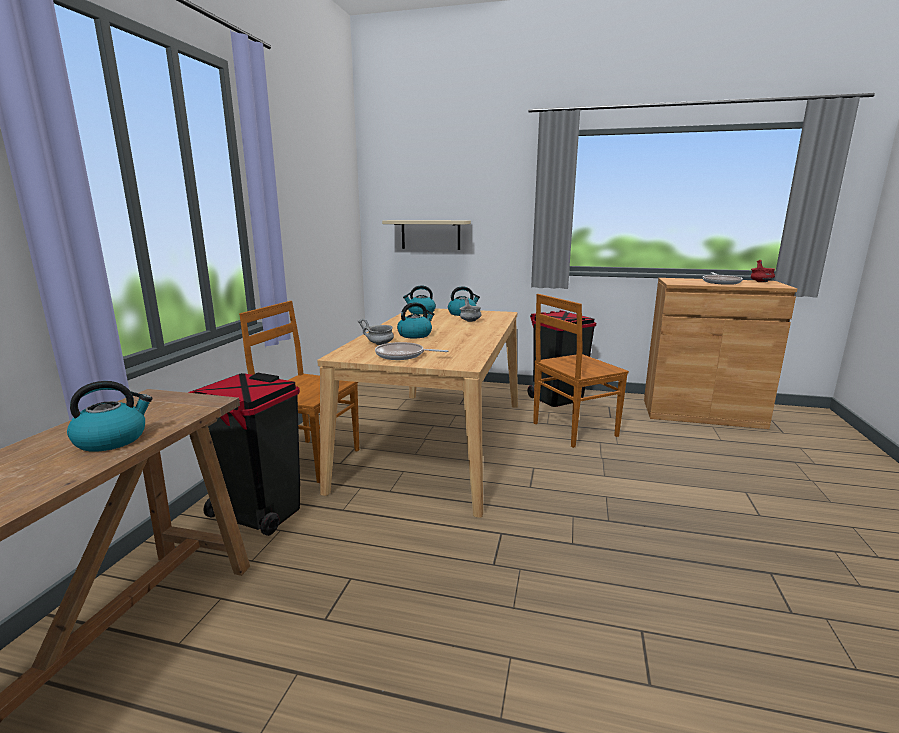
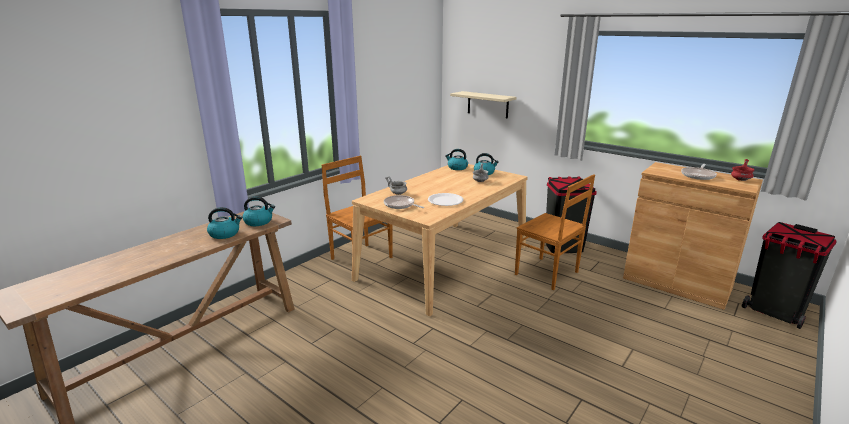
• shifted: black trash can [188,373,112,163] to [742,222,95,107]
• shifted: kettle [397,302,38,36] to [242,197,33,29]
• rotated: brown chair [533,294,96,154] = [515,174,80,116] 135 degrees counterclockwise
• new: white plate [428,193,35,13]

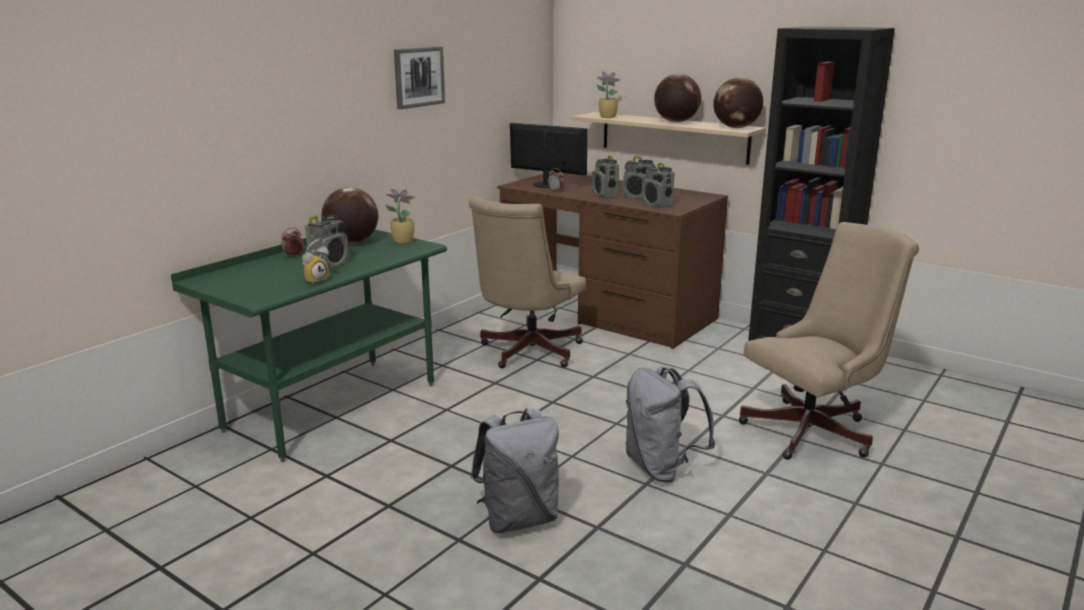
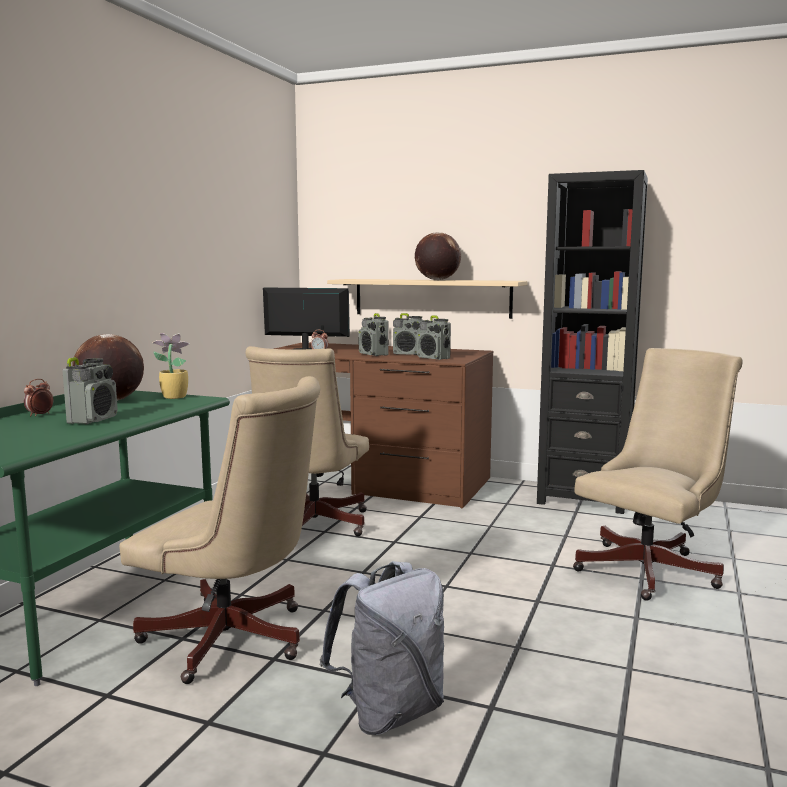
• gone: alarm clock [302,239,27,46]
• gone: picture [394,47,51,62]
• gone: potted plant [596,71,25,47]
• gone: grey backpack [626,367,89,116]
• gone: globe [713,77,50,51]
• new: beige office chair [119,376,201,308]

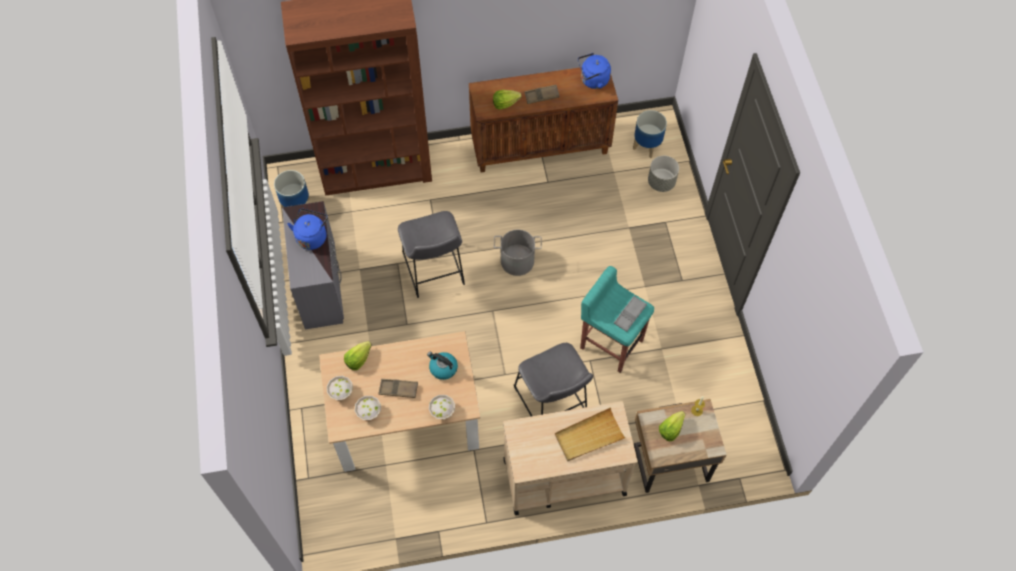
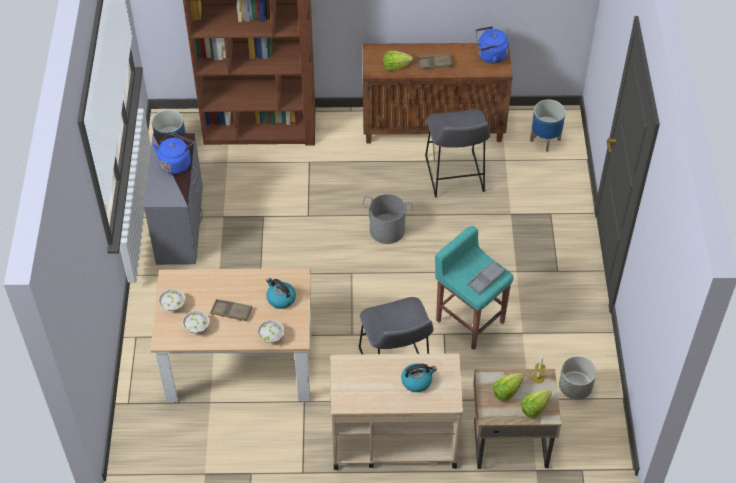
• shifted: lettuce [344,341,28,29] to [521,390,31,28]
• shifted: grey stool [398,211,67,87] to [425,109,65,89]
• swapped: beige tray [555,407,70,54] to kettle [401,363,36,29]
• shifted: grey planter [648,156,31,36] to [559,356,37,44]

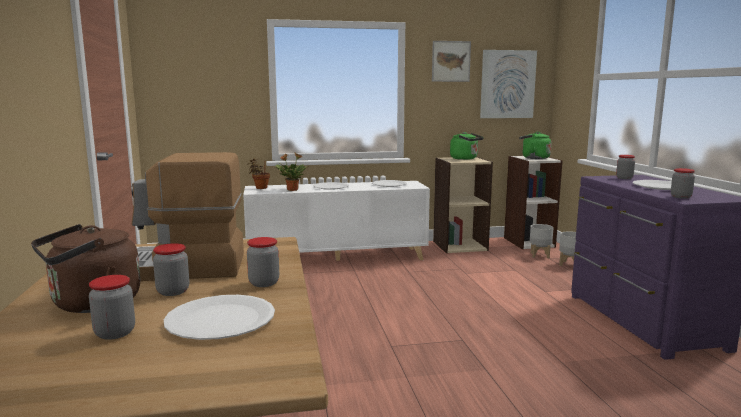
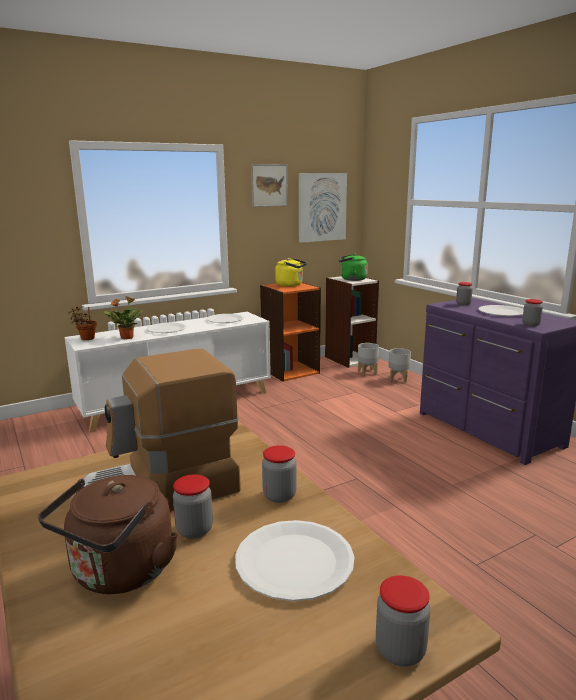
• shifted: jar [89,275,46,65] to [376,575,54,92]
• repainted: beige bookcase [433,157,60,96] to orange bookcase [260,282,61,100]
• repainted: green kettle [450,132,34,28] to yellow kettle [275,258,32,29]

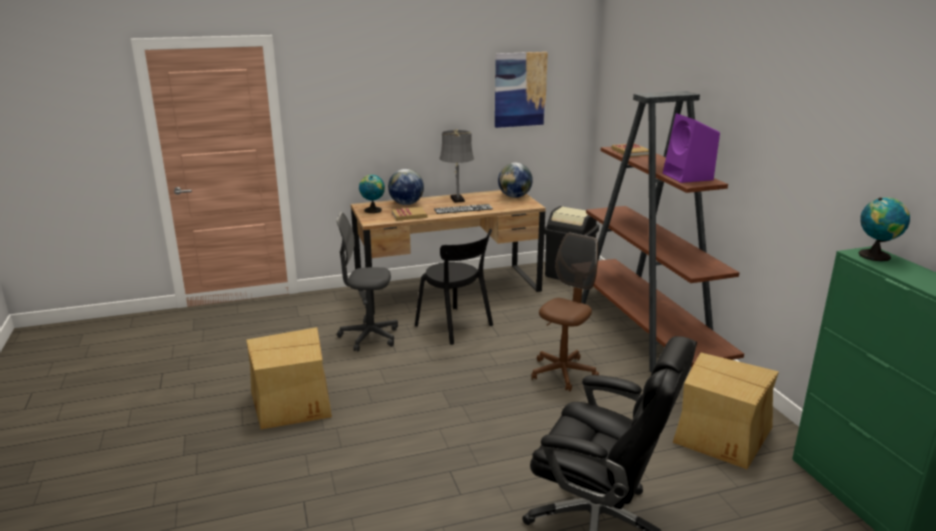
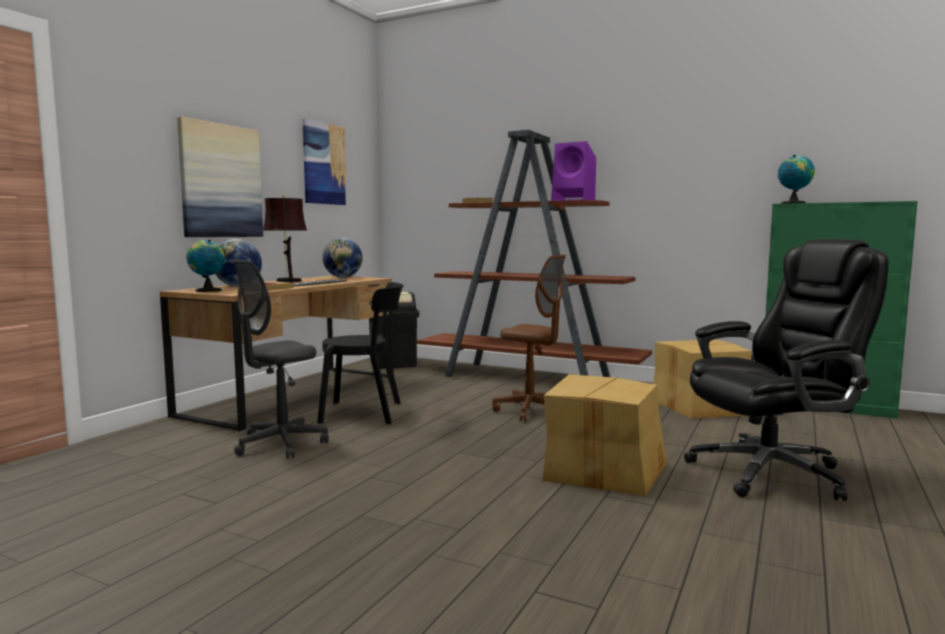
• shifted: cardboard box [246,327,86,102] to [543,374,124,122]
• repainted: grey table lamp [439,129,35,74] to brown table lamp [263,194,44,88]
• rotated: brown office chair [531,232,68,159] = [492,255,74,167] 135 degrees clockwise
• new: picture [177,116,86,121]

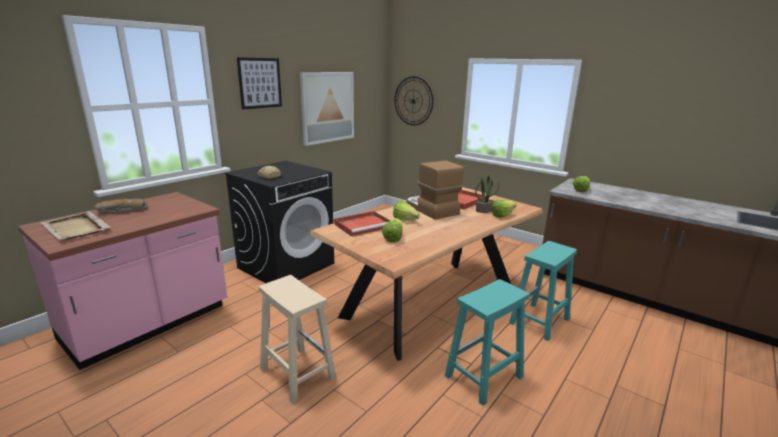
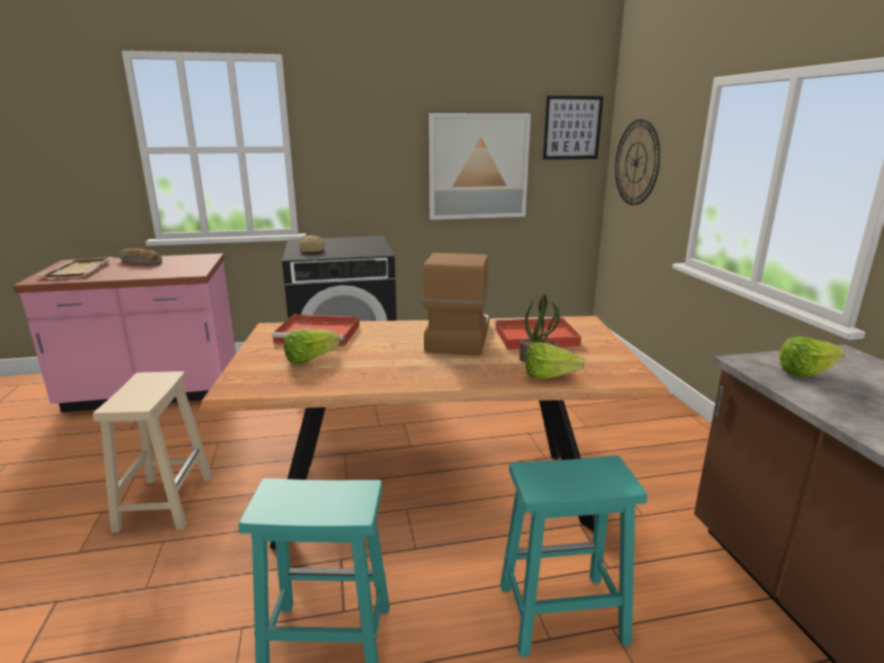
• shifted: picture [237,57,45,52] to [543,96,60,64]
• gone: lettuce [393,201,27,19]

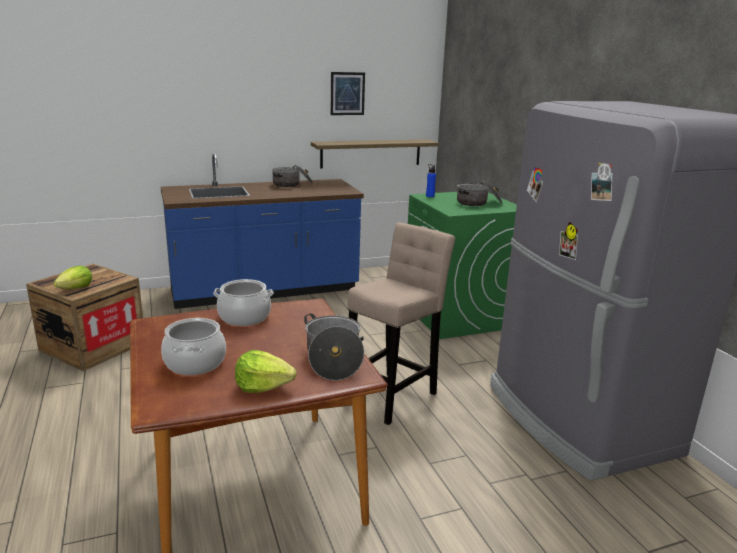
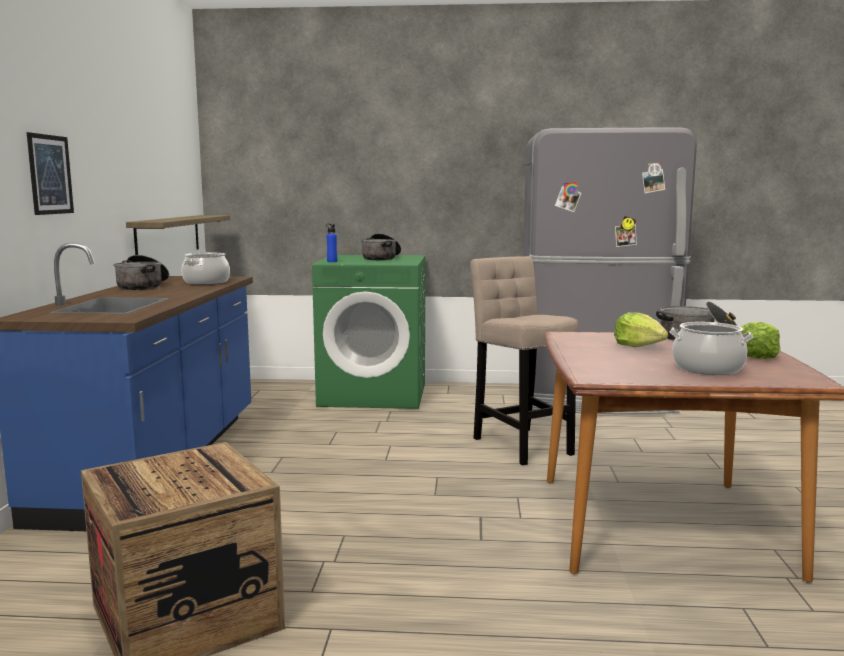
• shifted: lettuce [53,266,39,23] to [614,312,54,35]
• shifted: cooking pot [213,279,61,47] to [182,253,48,32]
• shifted: picture [331,72,34,43] to [27,132,47,83]

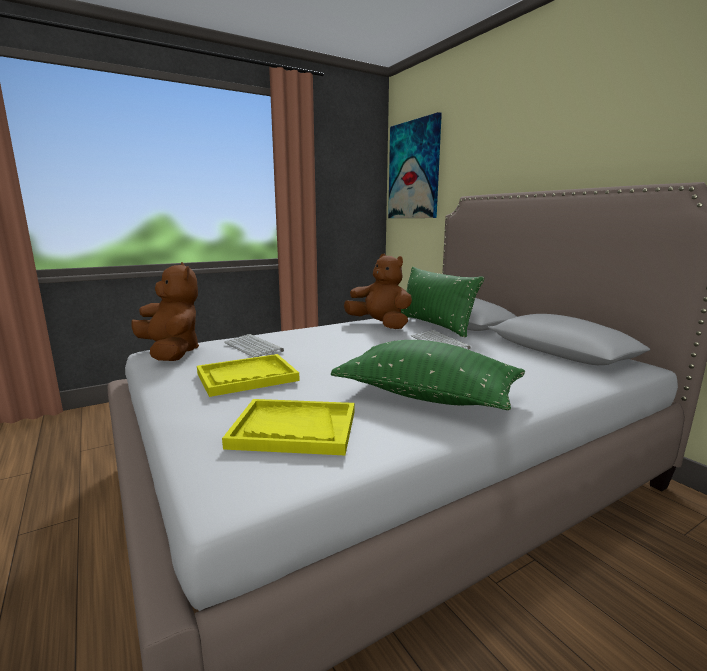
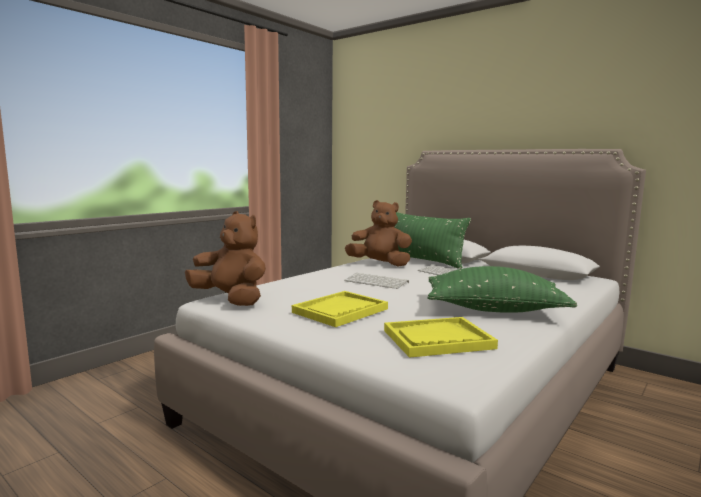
• shifted: keyboard [224,334,60,23] to [344,273,65,16]
• gone: picture [388,112,54,106]

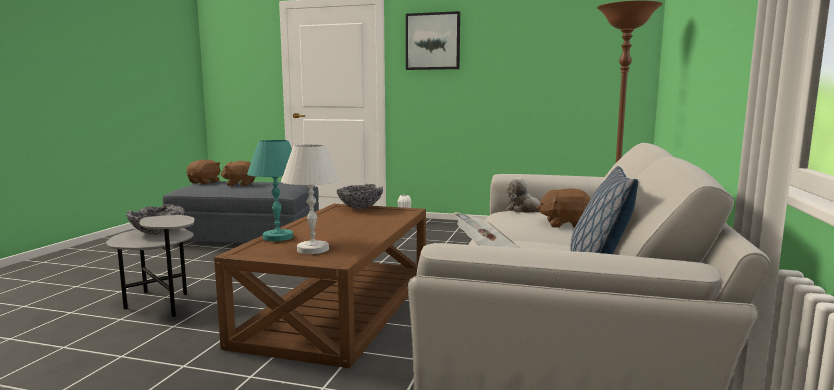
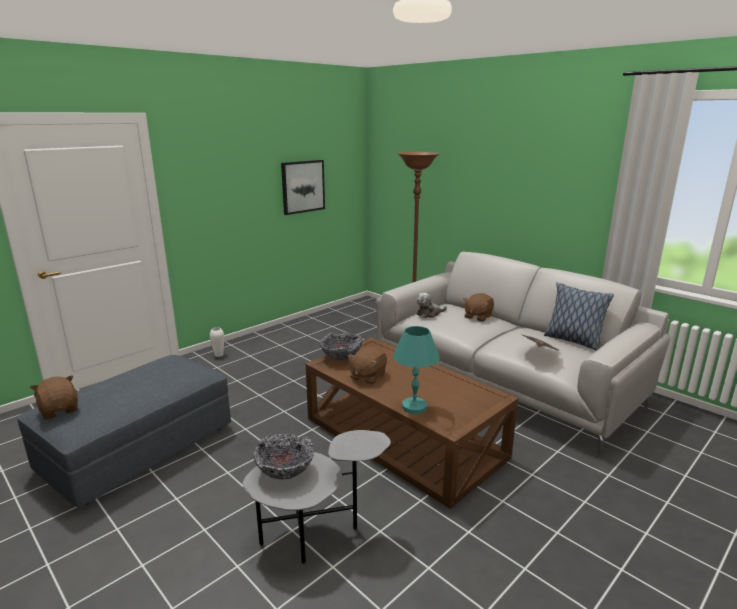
• shifted: brown plush toy [221,161,35,25] to [348,347,39,37]
• gone: white table lamp [281,144,59,110]
• shifted: picture [406,11,54,59] to [281,160,44,55]

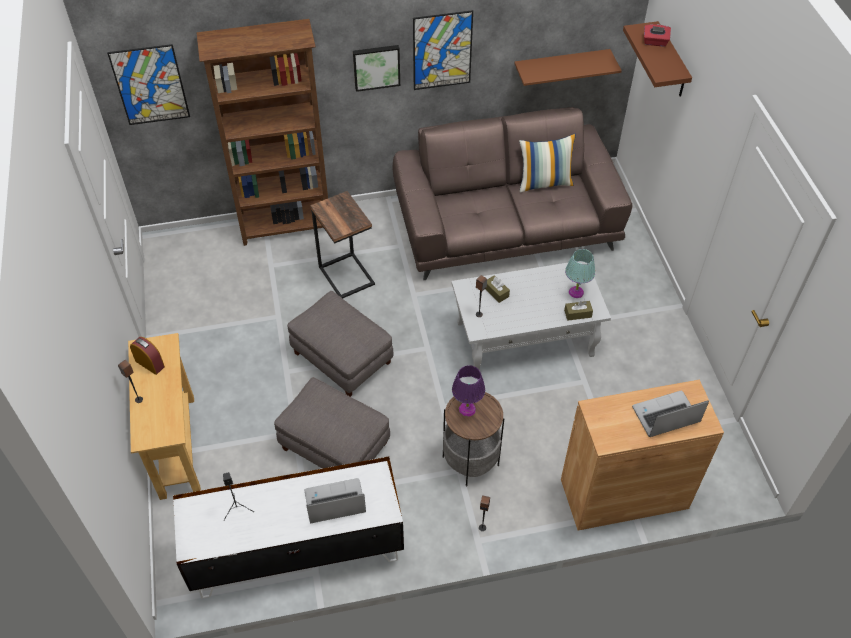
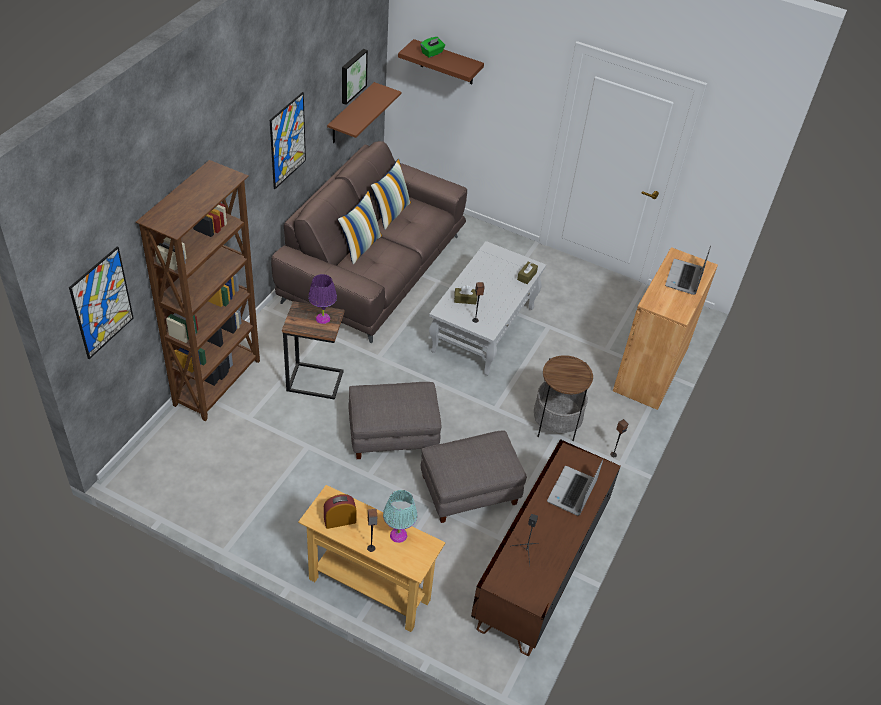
• repainted: white tv stand [173,457,231,142] to brown tv stand [471,439,150,217]
• shifted: picture [353,45,47,47] to [342,49,26,56]
• shifted: purple table lamp [452,365,33,52] to [308,274,29,50]
• shifted: turquoise table lamp [565,249,30,49] to [383,490,34,53]
• repainted: red tissue box [644,24,27,22] to green tissue box [421,37,24,21]
• new: pillow [338,191,44,73]

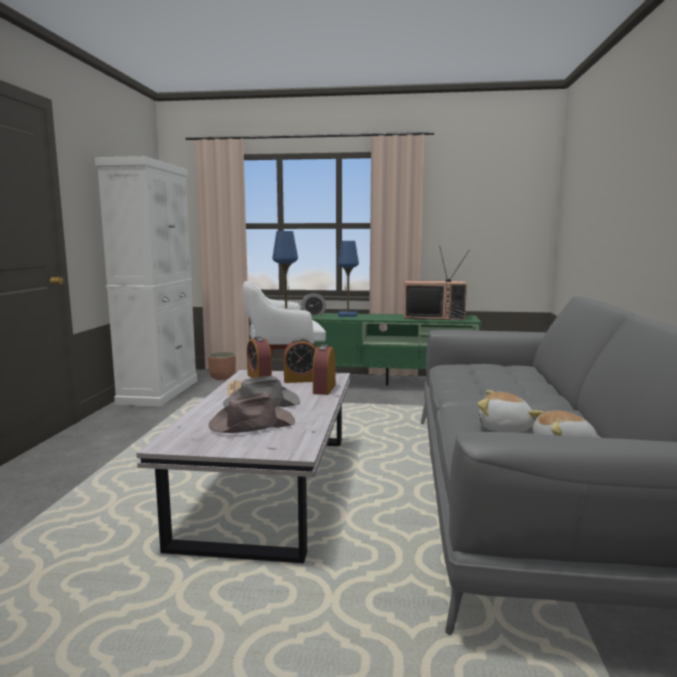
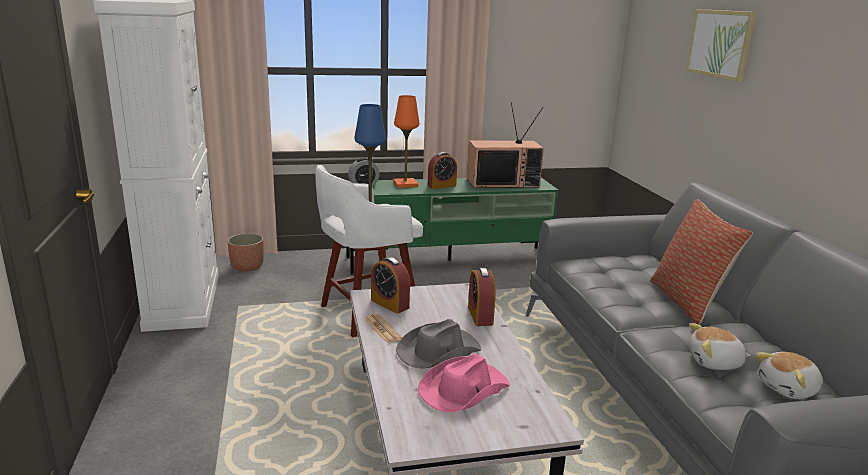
• repainted: brown hat [209,393,86,40] to pink hat [418,353,92,60]
• shifted: alarm clock [284,338,32,45] to [428,152,29,37]
• repainted: blue table lamp [338,241,21,76] to orange table lamp [393,95,26,93]
• new: pillow [650,199,103,126]
• new: picture [686,9,71,73]

